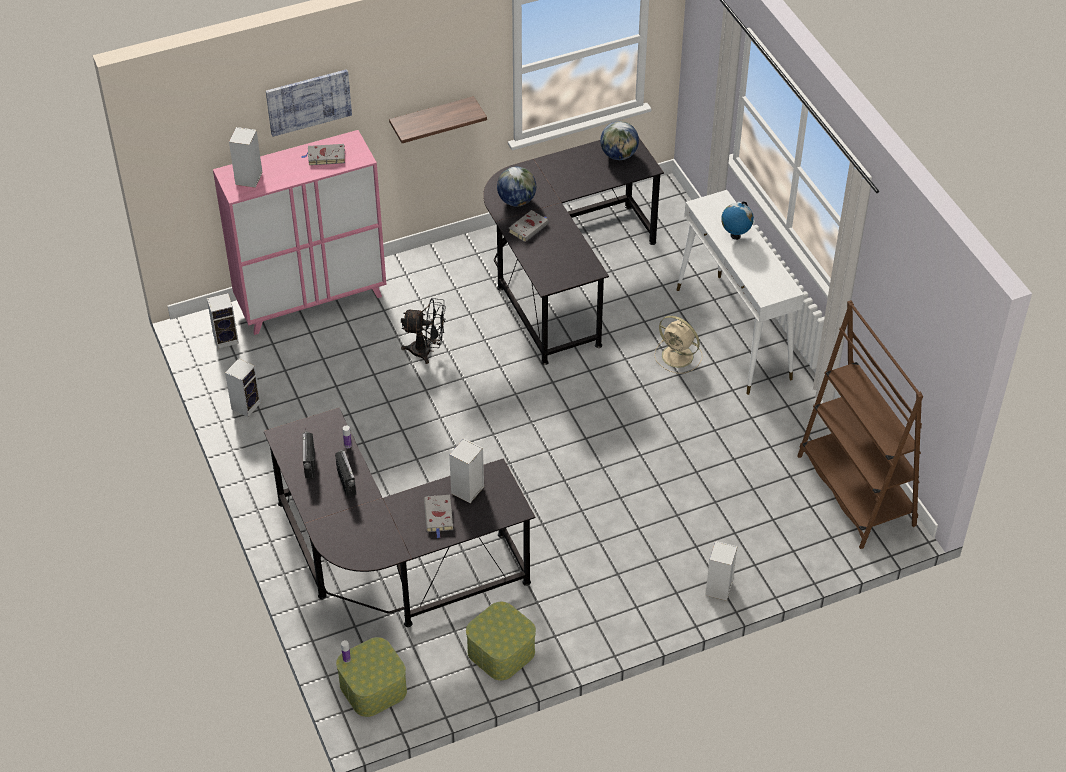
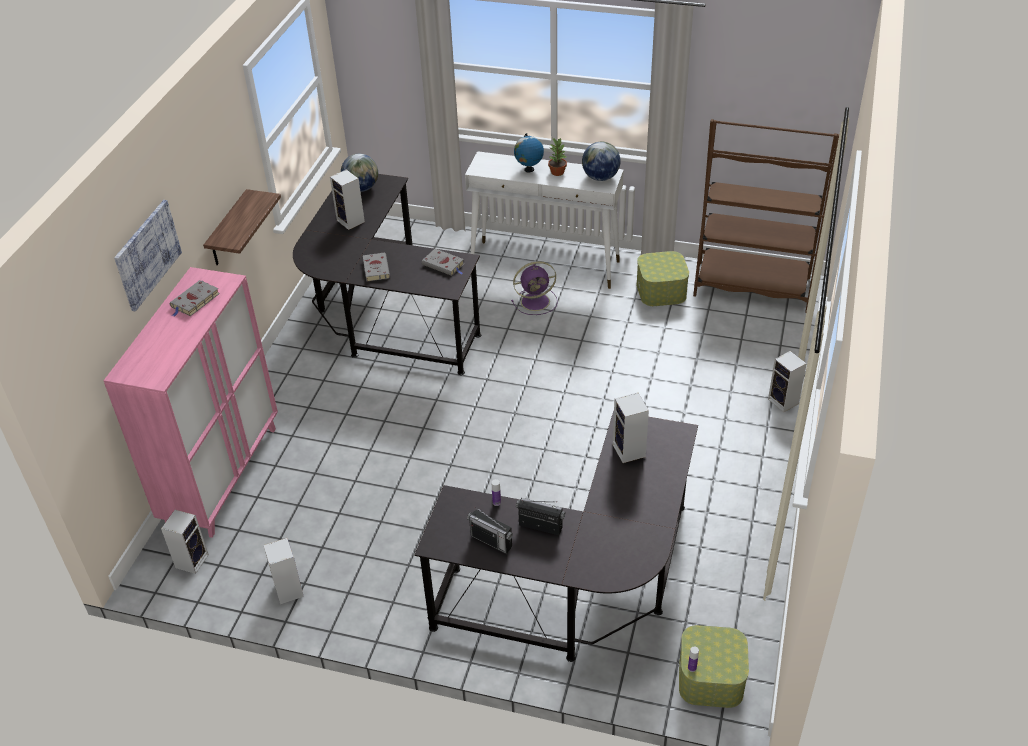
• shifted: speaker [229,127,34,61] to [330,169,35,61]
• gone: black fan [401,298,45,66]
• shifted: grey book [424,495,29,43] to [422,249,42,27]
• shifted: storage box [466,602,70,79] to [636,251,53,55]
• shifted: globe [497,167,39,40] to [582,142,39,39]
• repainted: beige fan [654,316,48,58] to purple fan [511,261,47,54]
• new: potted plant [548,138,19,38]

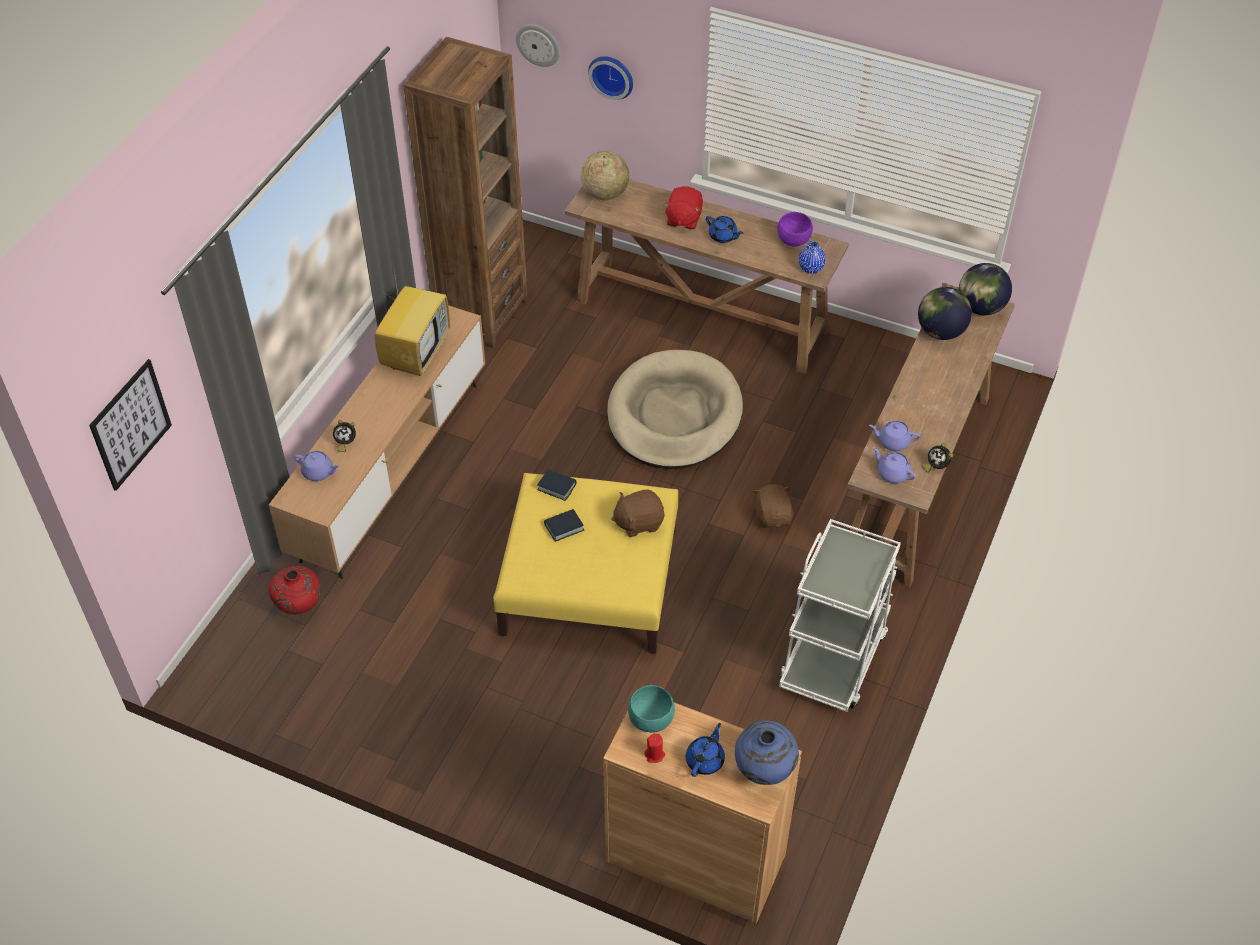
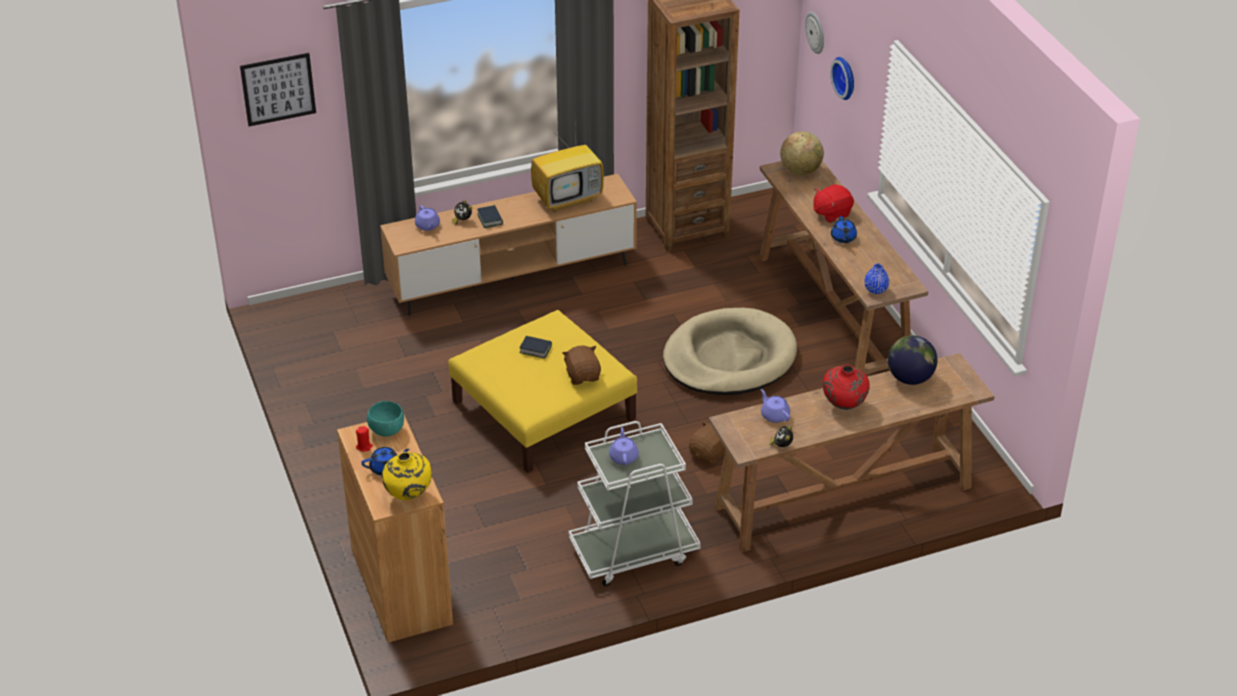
• shifted: red vase [268,566,53,48] to [823,364,47,46]
• shifted: book [538,469,39,32] to [477,205,26,23]
• rotated: brown plush toy [611,489,53,48] = [562,345,39,40] 45 degrees clockwise
• repainted: blue vase [735,720,64,65] to yellow vase [382,452,50,48]
• gone: purple bowl [777,212,36,35]
• shifted: purple teapot [873,447,43,36] to [609,427,30,38]
• gone: globe [959,263,53,52]

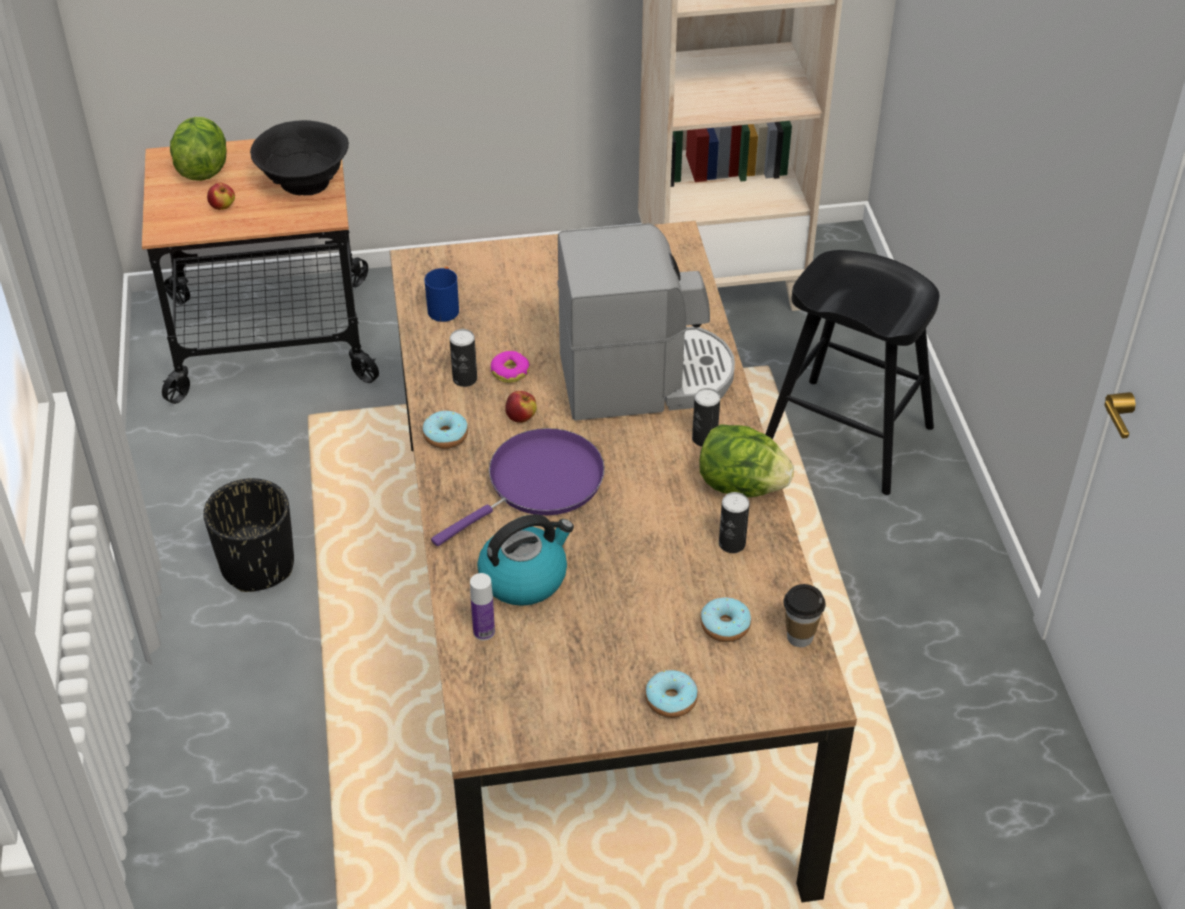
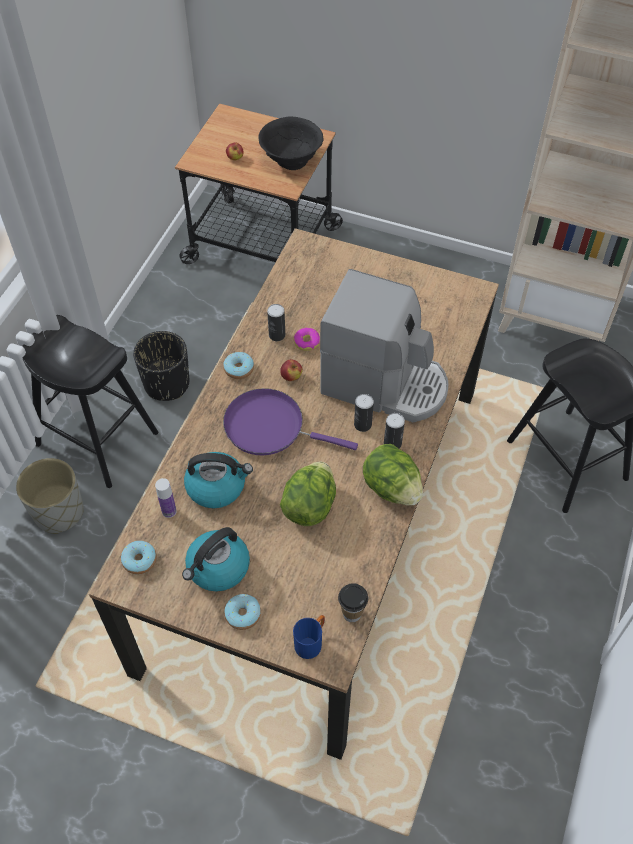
• shifted: lettuce [170,117,57,64] to [280,462,56,64]
• shifted: blue mug [424,267,35,55] to [293,615,32,44]
• rotated: purple frying pan [431,428,174,118] = [223,388,135,67] 150 degrees counterclockwise
• shifted: donut [701,597,50,45] to [121,541,36,34]
• shifted: can [719,492,30,61] to [354,394,20,38]
• new: grey planter [16,458,68,76]
• new: black stool [22,315,136,173]
• new: kettle [182,527,68,64]

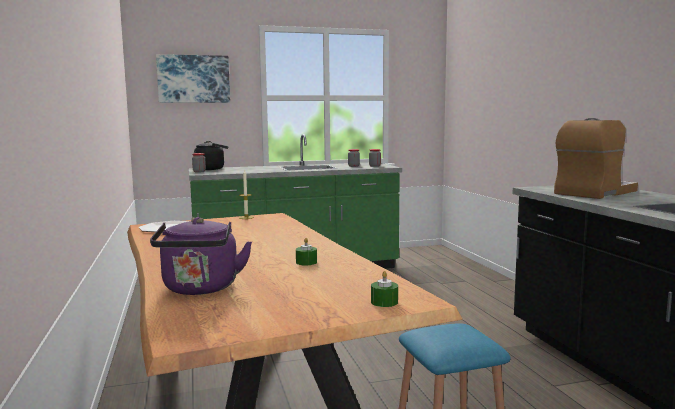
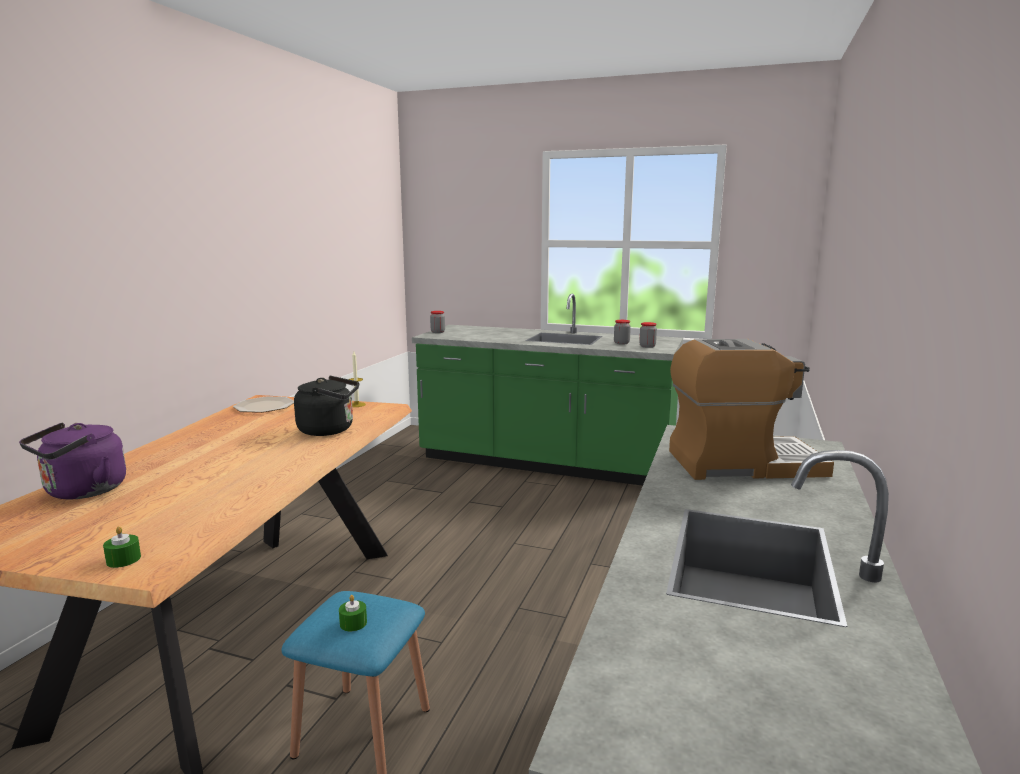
• gone: picture [156,54,74,49]
• shifted: black kettle [194,141,34,29] to [294,376,65,60]
• shifted: green candle [296,238,21,28] to [339,595,28,36]

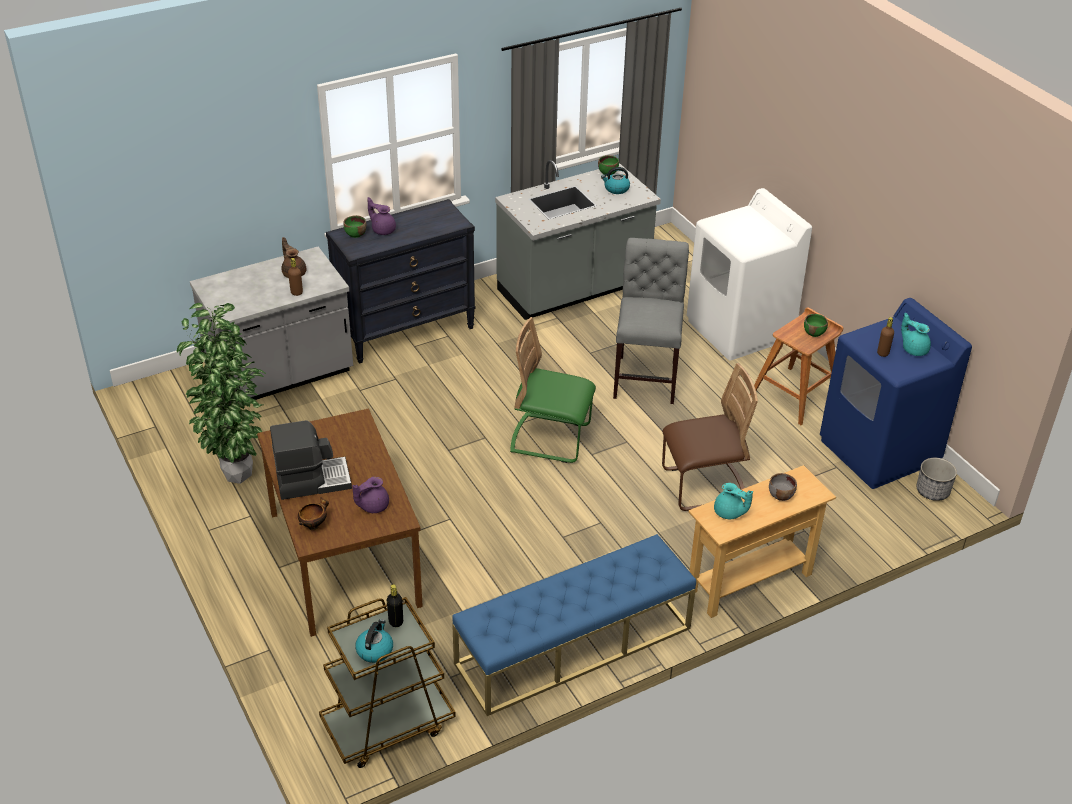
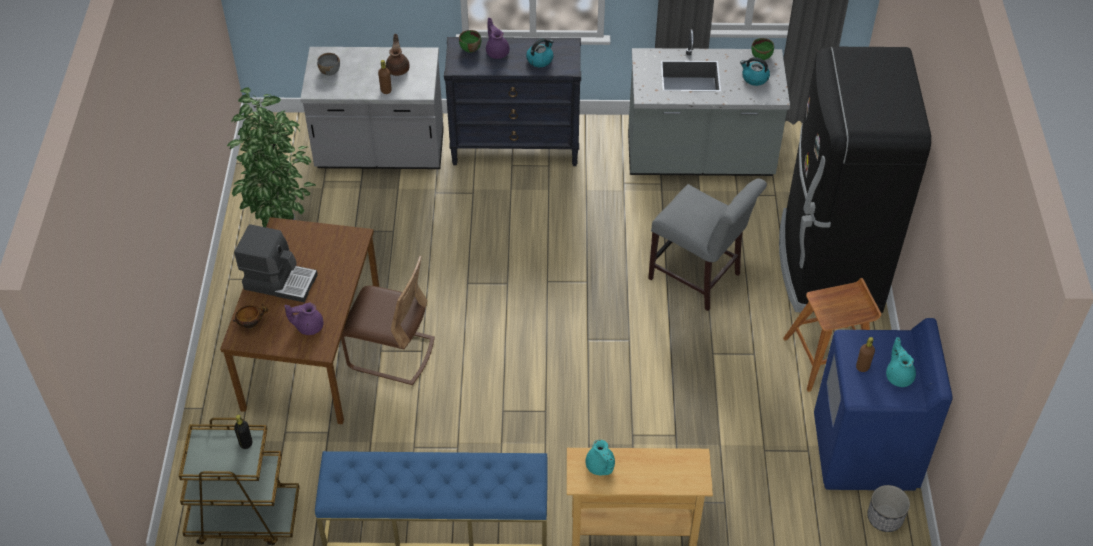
• shifted: kettle [355,619,38,44] to [526,38,28,29]
• gone: green chair [510,317,86,146]
• rotated: grey chair [613,238,76,166] = [648,178,119,133] 90 degrees clockwise
• shifted: brown chair [662,363,96,148] to [341,256,94,129]
• swapped: white washing machine [687,188,125,173] to black fridge [779,47,152,266]
• shifted: grey bowl [769,473,28,28] to [317,53,23,23]
• gone: green bowl [804,314,24,23]

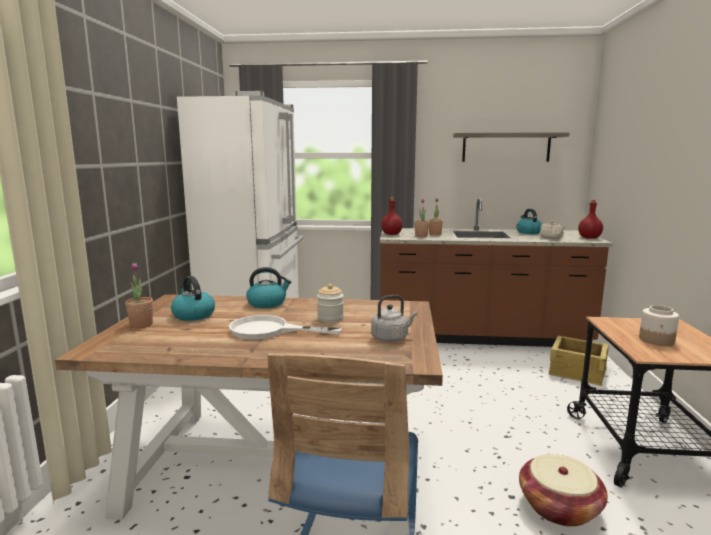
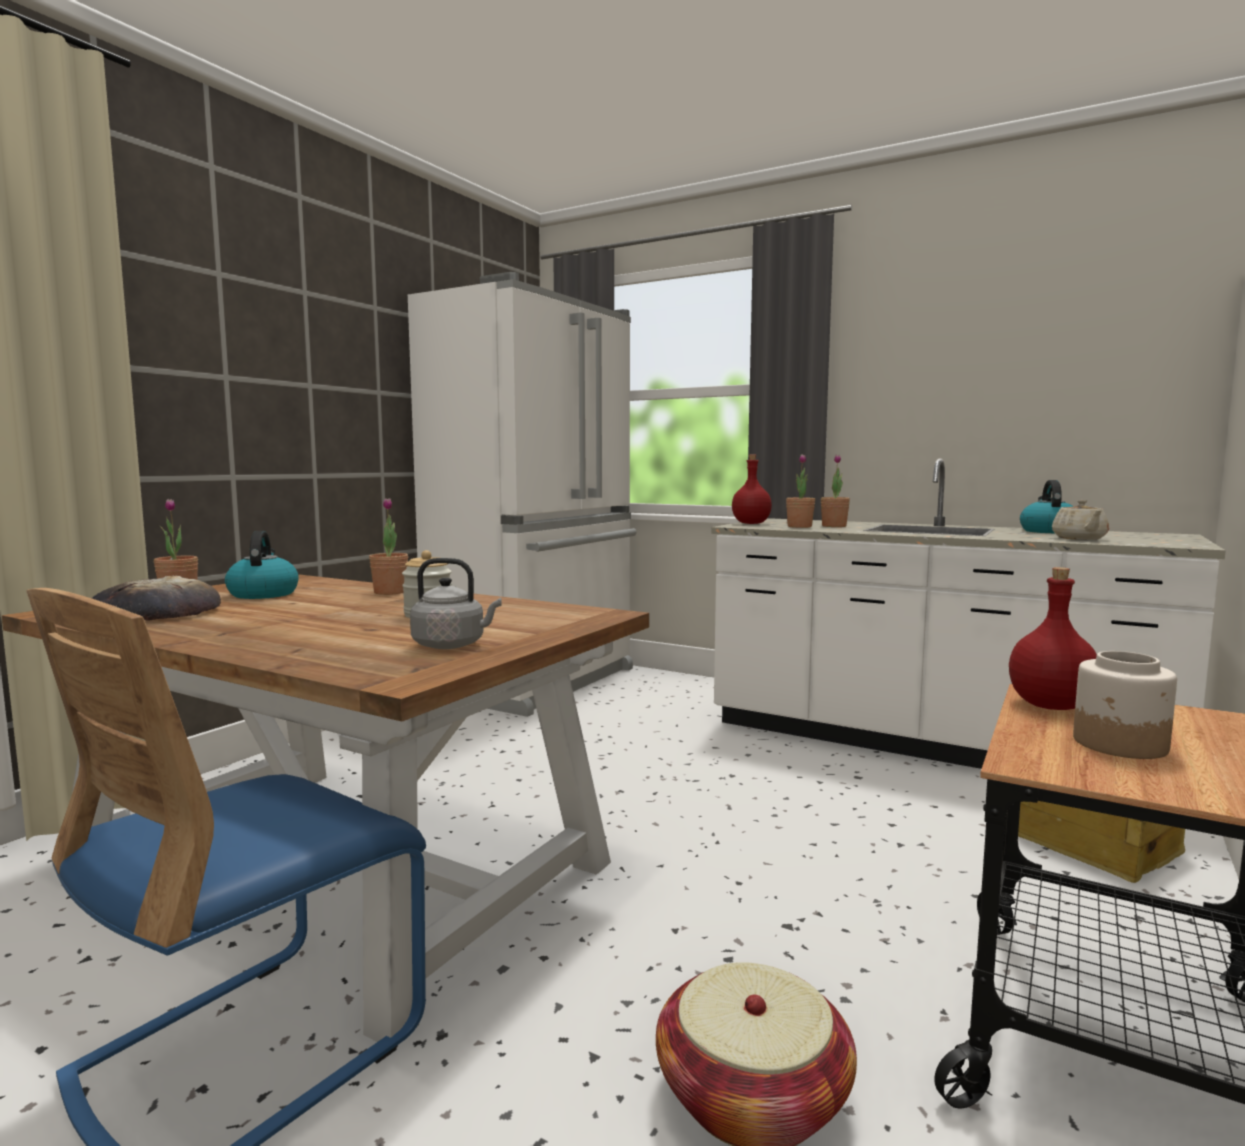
• gone: white frying pan [229,315,112,25]
• swapped: kettle [246,267,45,41] to potted plant [369,498,39,97]
• repainted: brown counter [380,198,233,149] to white counter [711,458,515,311]
• gone: shelf [453,132,116,30]
• shifted: red bottle [578,200,25,39] to [1009,567,88,143]
• new: bread [92,575,129,46]

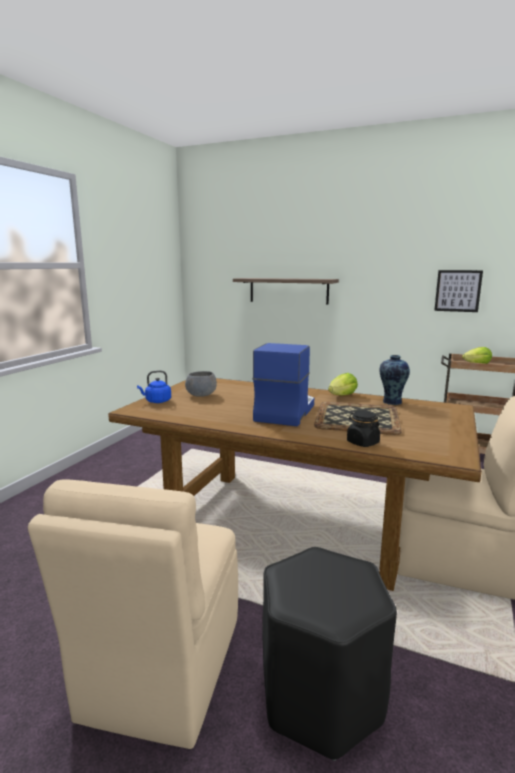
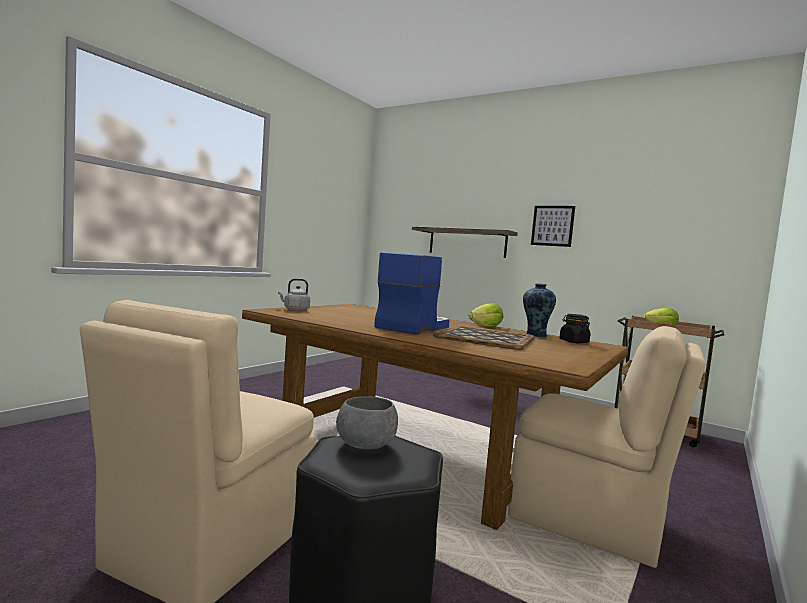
• repainted: blue kettle [137,370,34,33] to grey kettle [278,279,32,32]
• shifted: grey bowl [185,371,32,26] to [336,397,62,53]
• shifted: black jar [347,411,33,36] to [559,314,31,29]
• shifted: picture [434,270,49,42] to [531,206,44,41]

